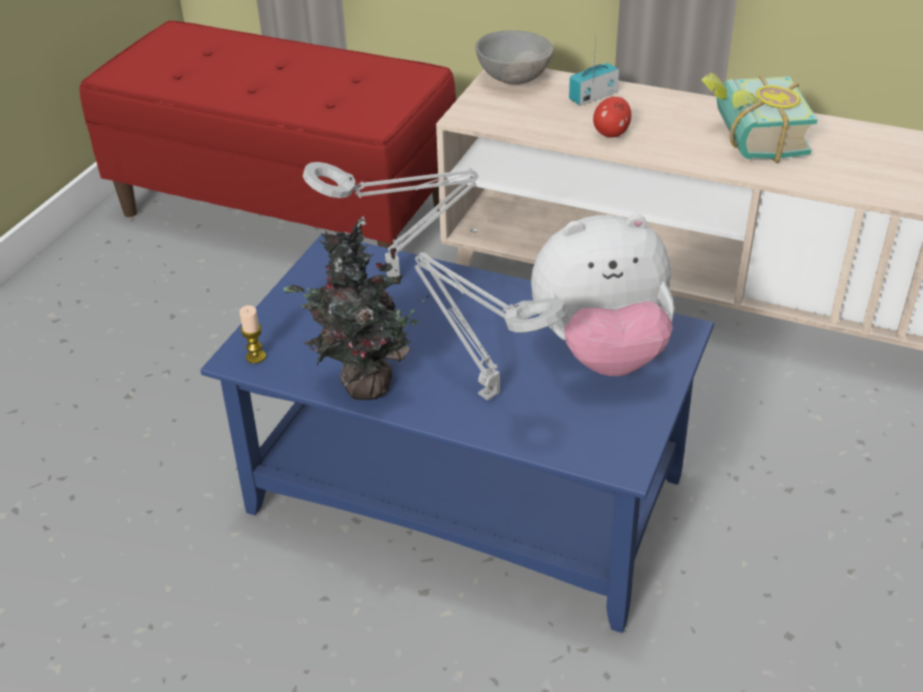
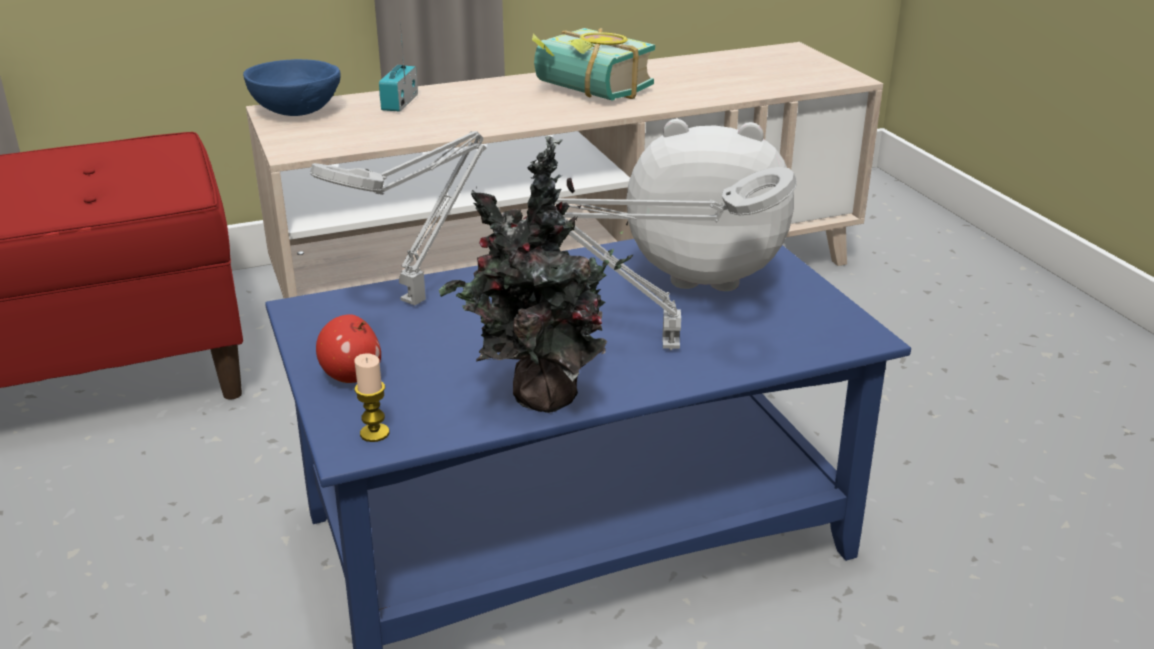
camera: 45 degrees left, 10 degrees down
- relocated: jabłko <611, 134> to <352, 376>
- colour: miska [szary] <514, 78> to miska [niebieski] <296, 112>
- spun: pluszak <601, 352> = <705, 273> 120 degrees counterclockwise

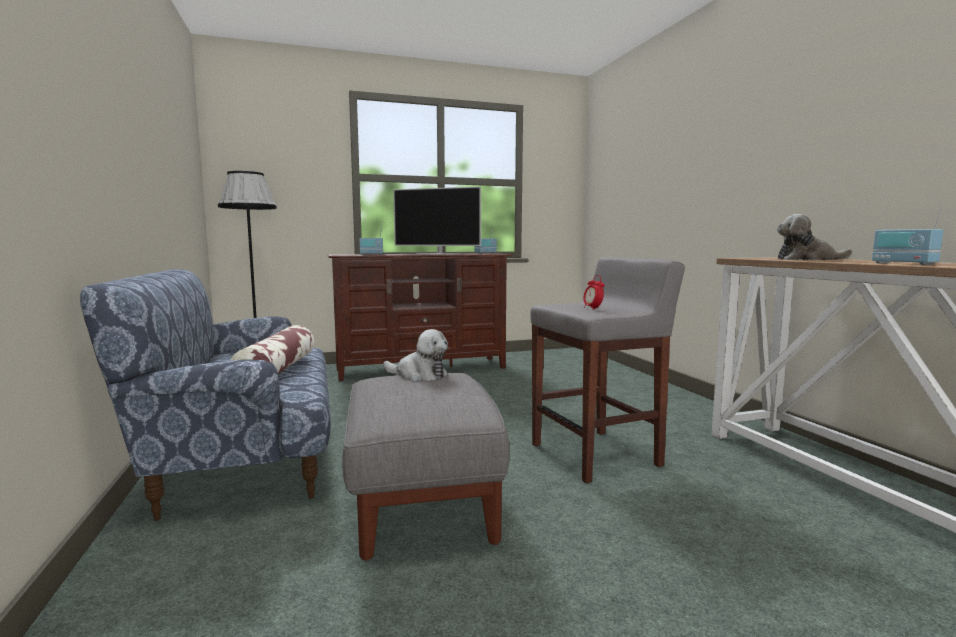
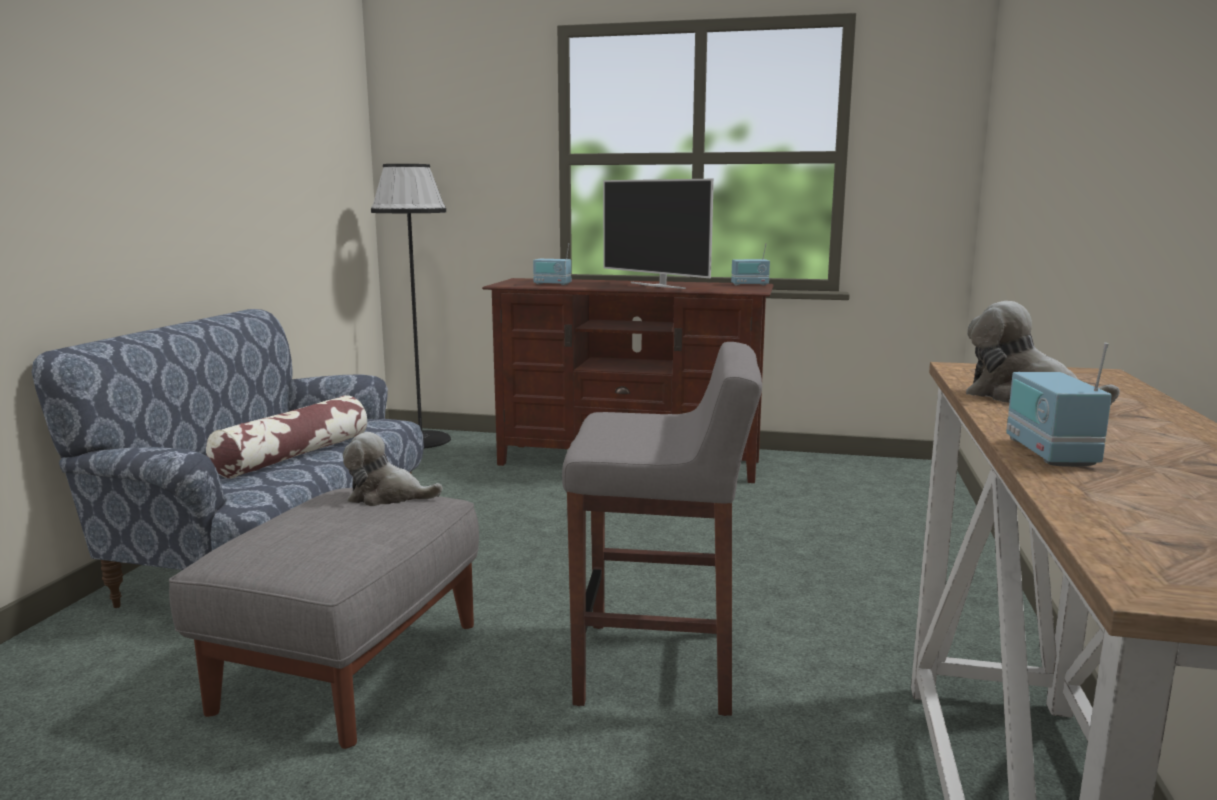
camera: 30 degrees right, 5 degrees up
- missing: budzik <593, 309>
- spun: pluszak <419, 375> = <387, 497> 135 degrees clockwise

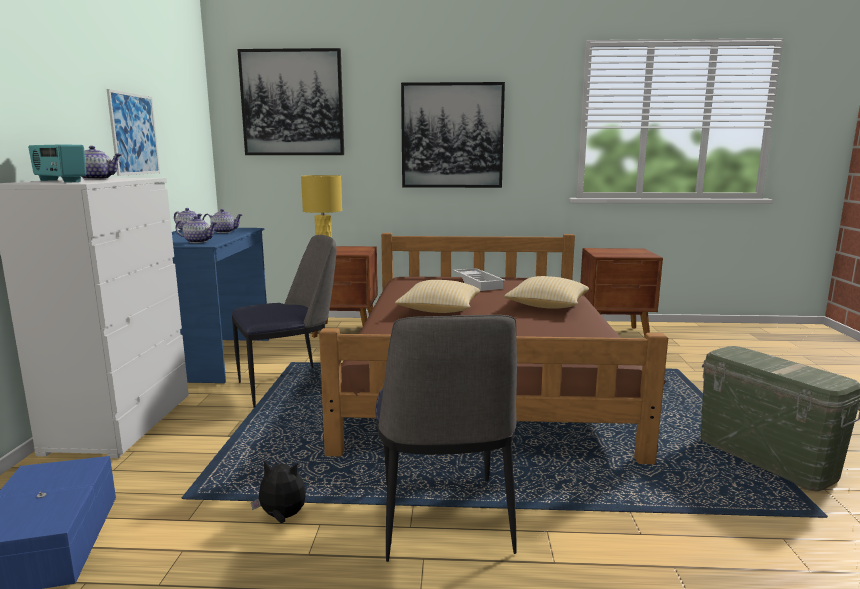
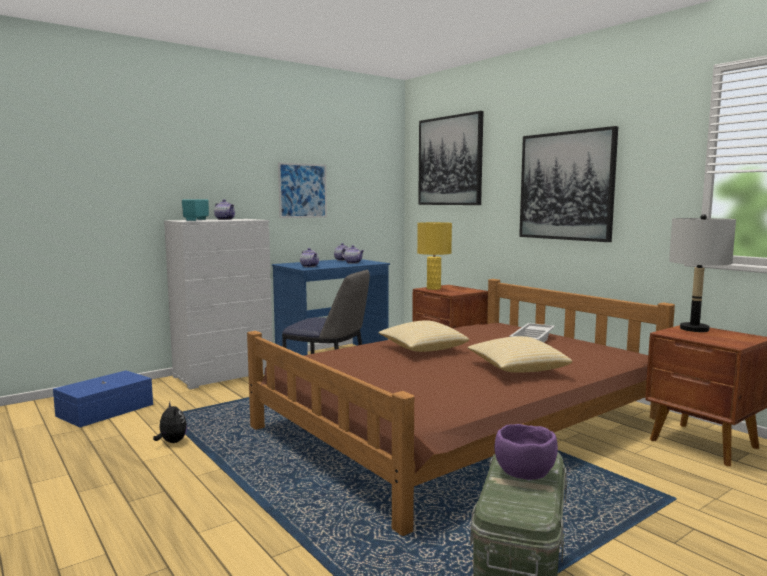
camera: 50 degrees right, 5 degrees down
- missing: krzesło <444, 521>
- appeared: miska [fioletowy] <525, 475>
- appeared: lampa stołowa [szary] <694, 329>

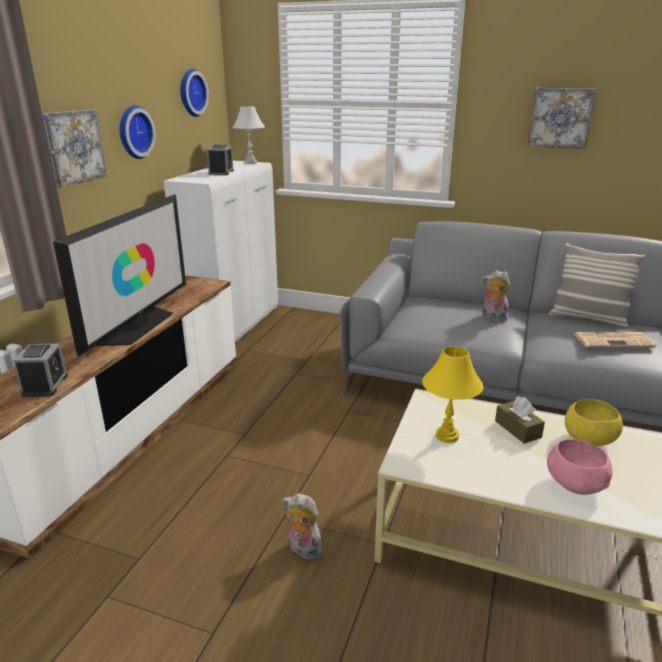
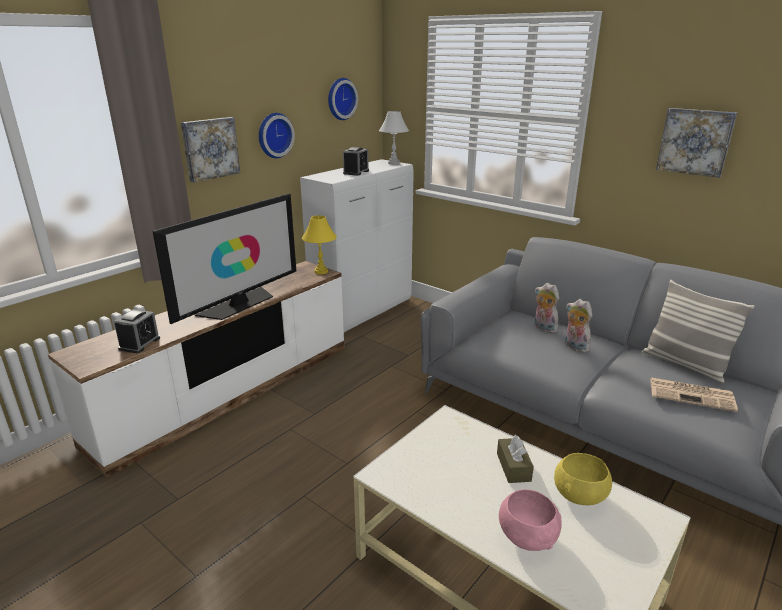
camera: 20 degrees right, 0 degrees up
- relocated: pluszak <302, 550> to <543, 328>
- relocated: lampa stołowa [żółty] <446, 436> to <321, 271>

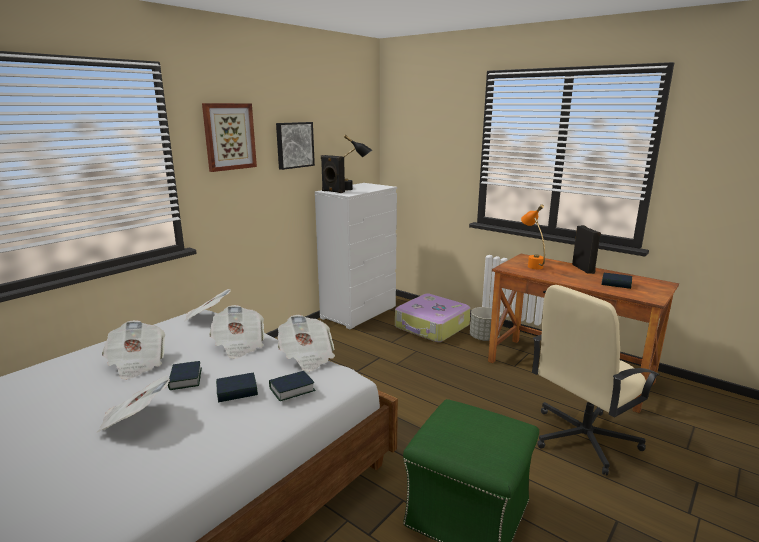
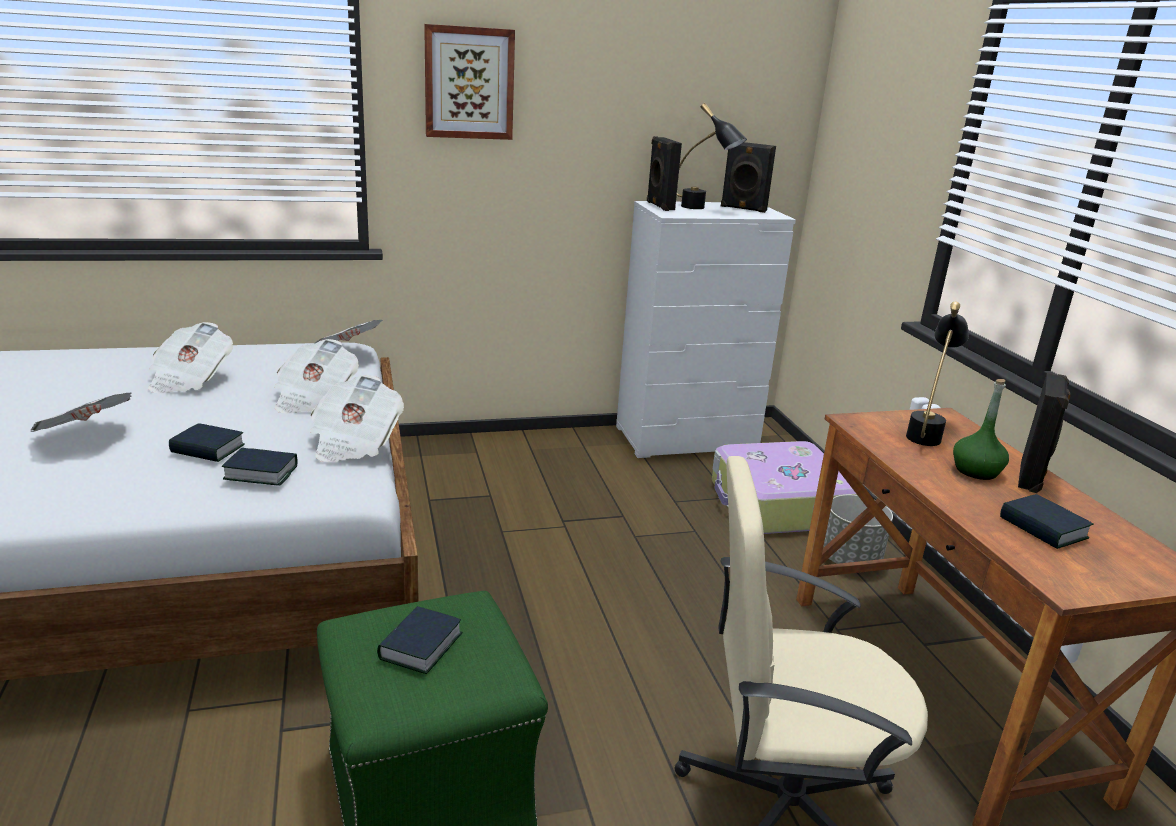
camera: 35 degrees right, 5 degrees up
- missing: obraz <294, 145>
- appeared: głośnik [czarny] <743, 209>
- appeared: butelka [zielony] <976, 471>
- relocated: książka <185, 379> to <420, 646>
- colour: lampa stołowa [pomarańczowy] <532, 264> to lampa stołowa [czarny] <925, 432>

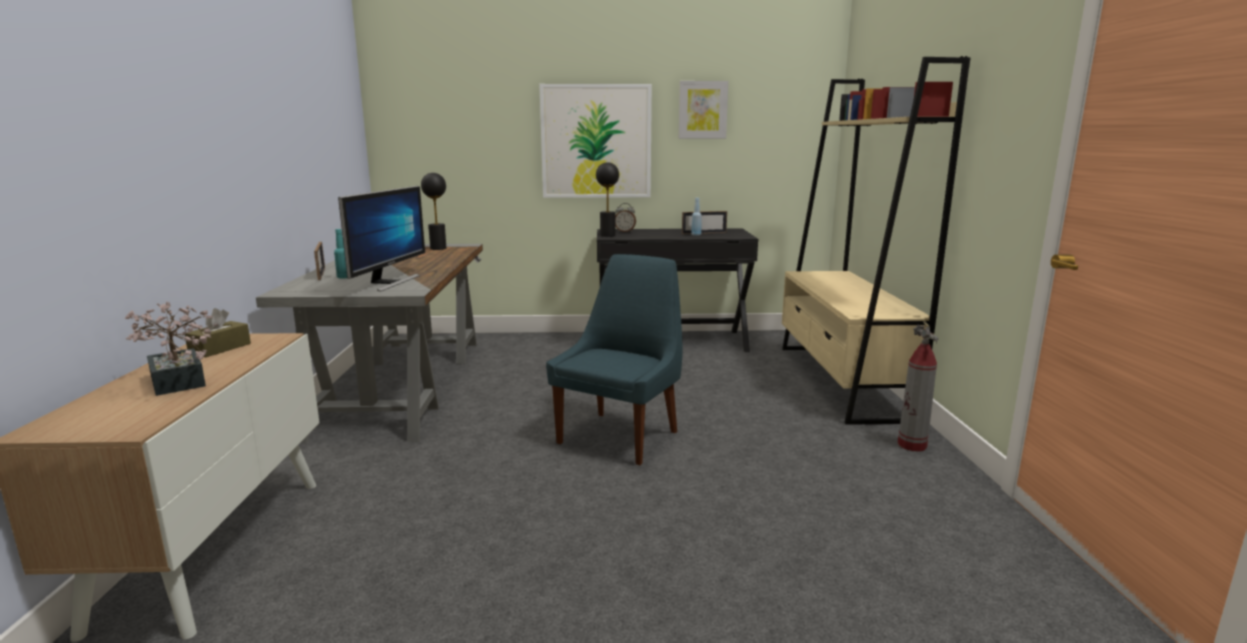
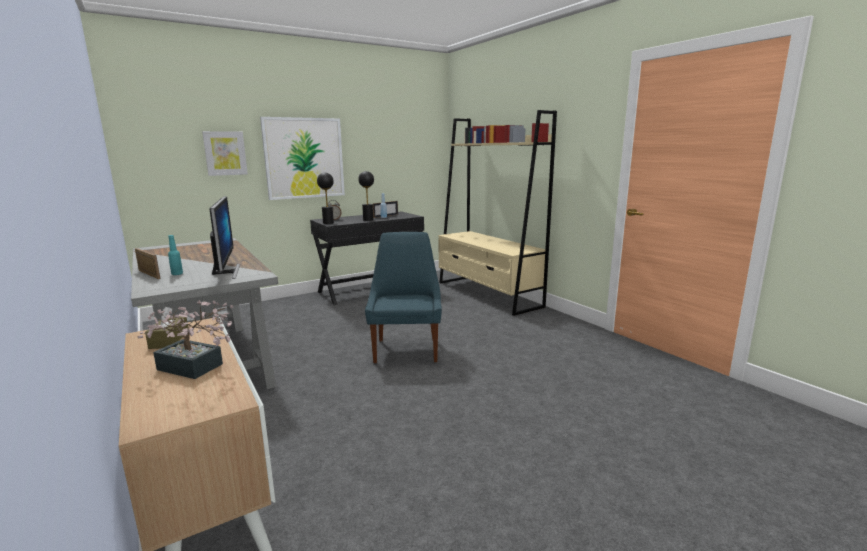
camera: 30 degrees left, 0 degrees up
- missing: gaśnica <912, 445>
- relocated: lampa stołowa [czarny] <438, 248> to <368, 220>
- relocated: obraz <702, 110> to <225, 153>

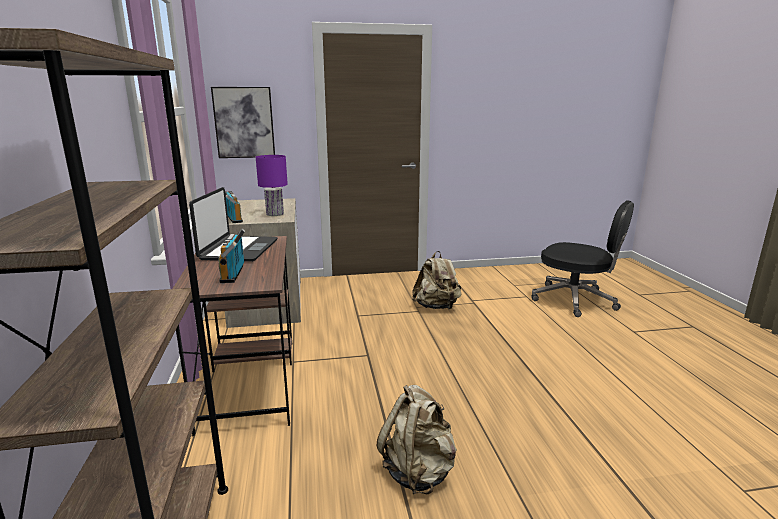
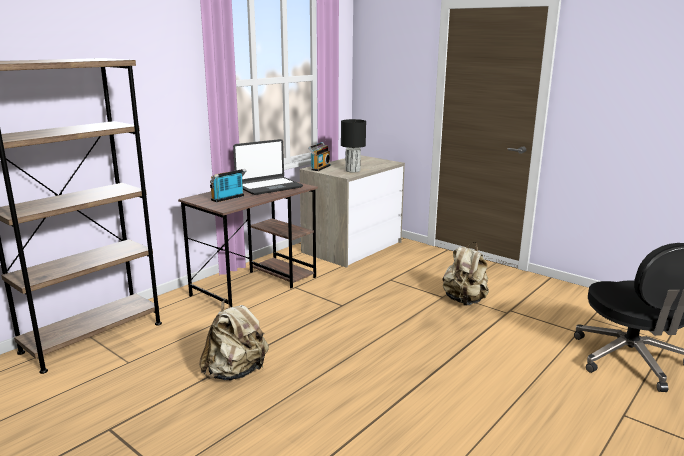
camera: 50 degrees right, 0 degrees up
- missing: obraz <244, 122>
- colour: lampa stołowa [fioletowy] <274, 214> to lampa stołowa [czarny] <352, 170>

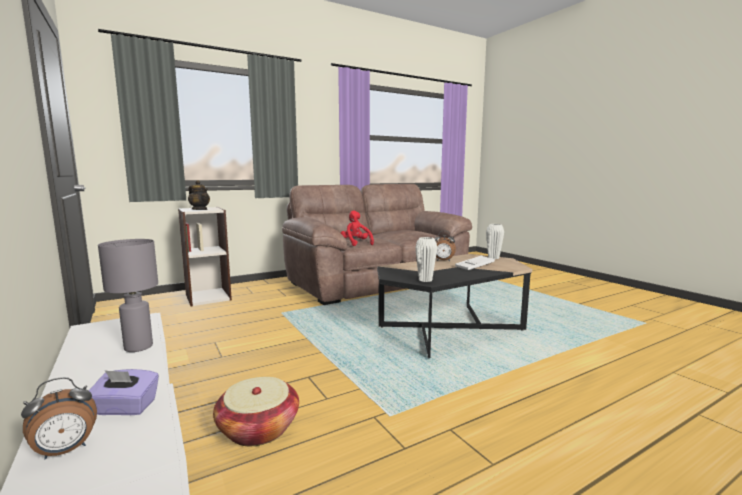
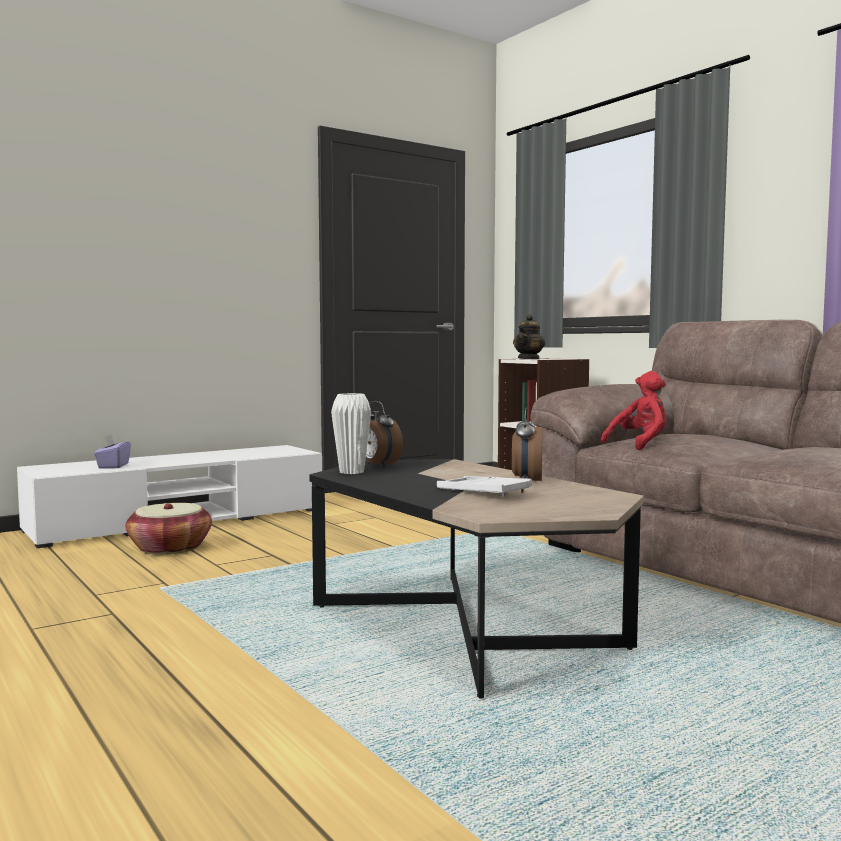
camera: 85 degrees right, 5 degrees down
- missing: lampa stołowa [szary] <137, 347>
- missing: wazon [biały] <493, 258>
- relocated: budzik <65, 451> to <377, 466>

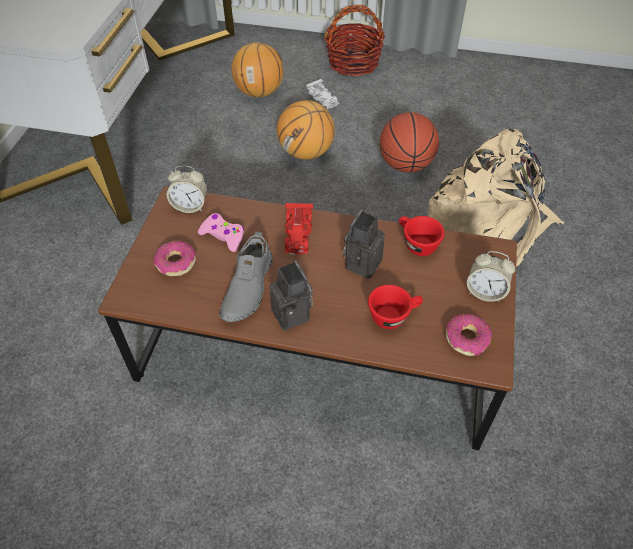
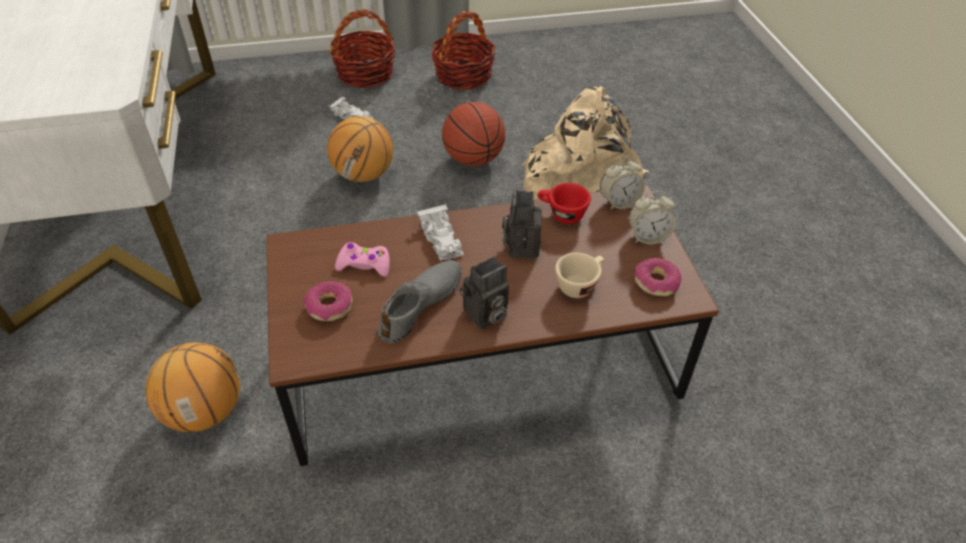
camera: 25 degrees left, 5 degrees down
- appeared: koszyk <463, 75>
- relocated: budzik <190, 206> to <619, 202>
- relocated: piłka do koszykówki <259, 92> to <205, 411>
- colour: samochodzik [czerwony] <298, 234> to samochodzik [biały] <441, 239>
- colour: filiżanka [czerwony] <393, 315> to filiżanka [beżowy] <579, 284>
- spun: but [szary] <247, 287> = <421, 305> 135 degrees counterclockwise
- spun: aparat fotograficzny <294, 315> = <484, 316> 105 degrees clockwise

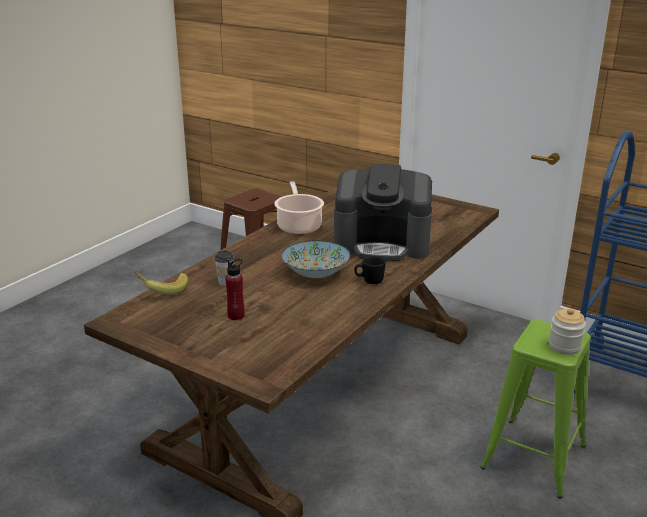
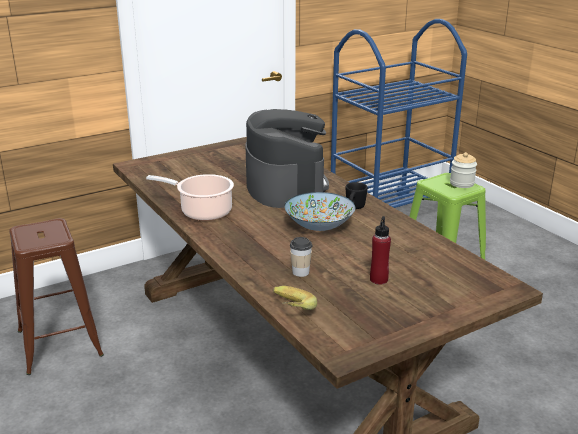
camera: 65 degrees left, 0 degrees up
- spun: ekspres do kawy <382, 244> = <285, 186> 45 degrees counterclockwise

